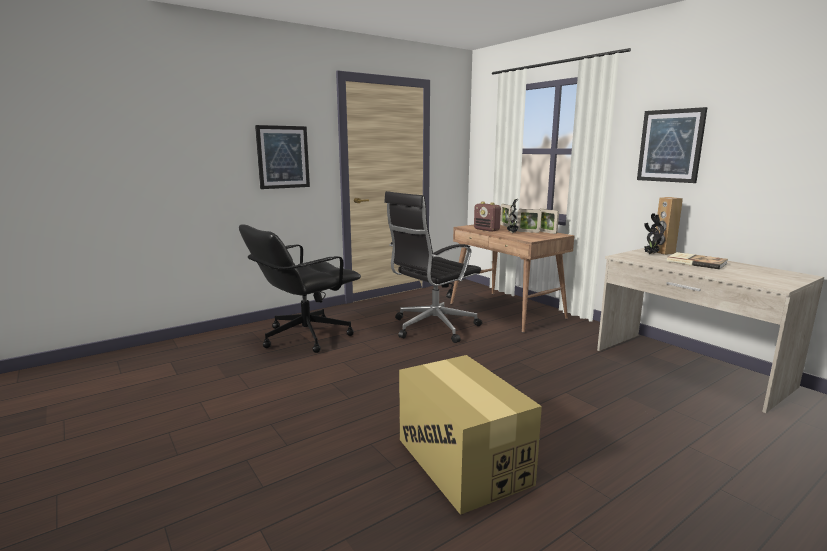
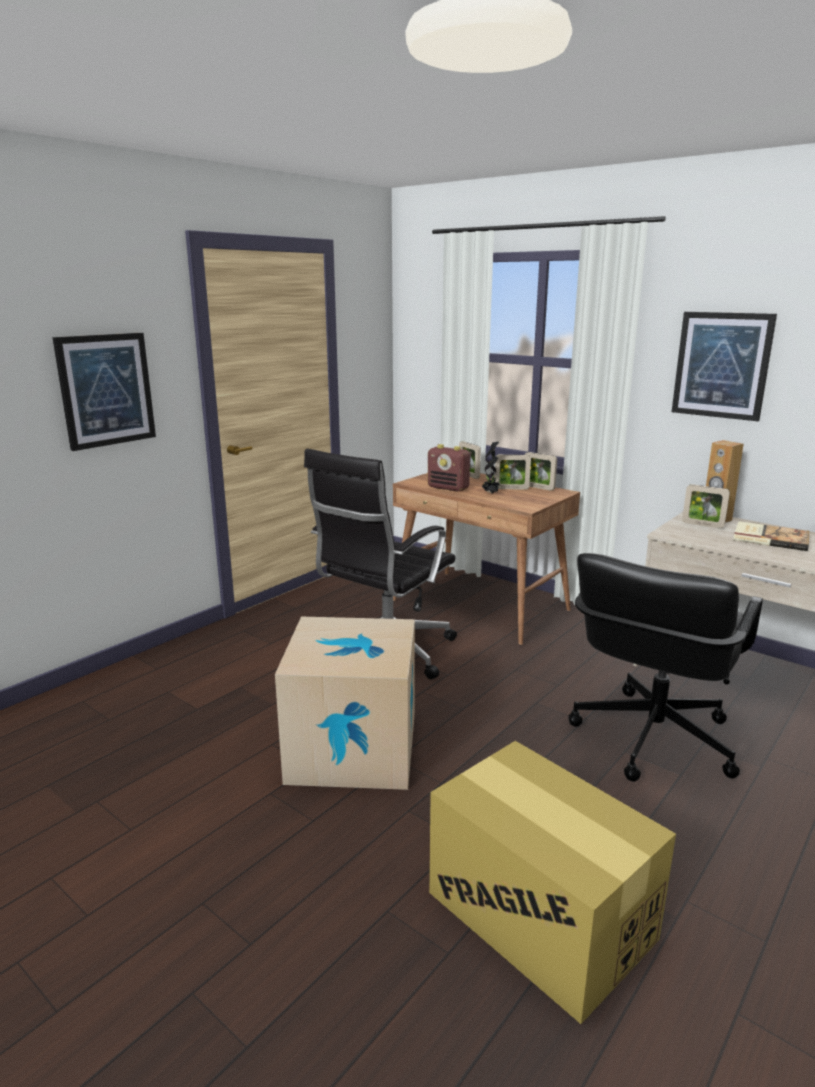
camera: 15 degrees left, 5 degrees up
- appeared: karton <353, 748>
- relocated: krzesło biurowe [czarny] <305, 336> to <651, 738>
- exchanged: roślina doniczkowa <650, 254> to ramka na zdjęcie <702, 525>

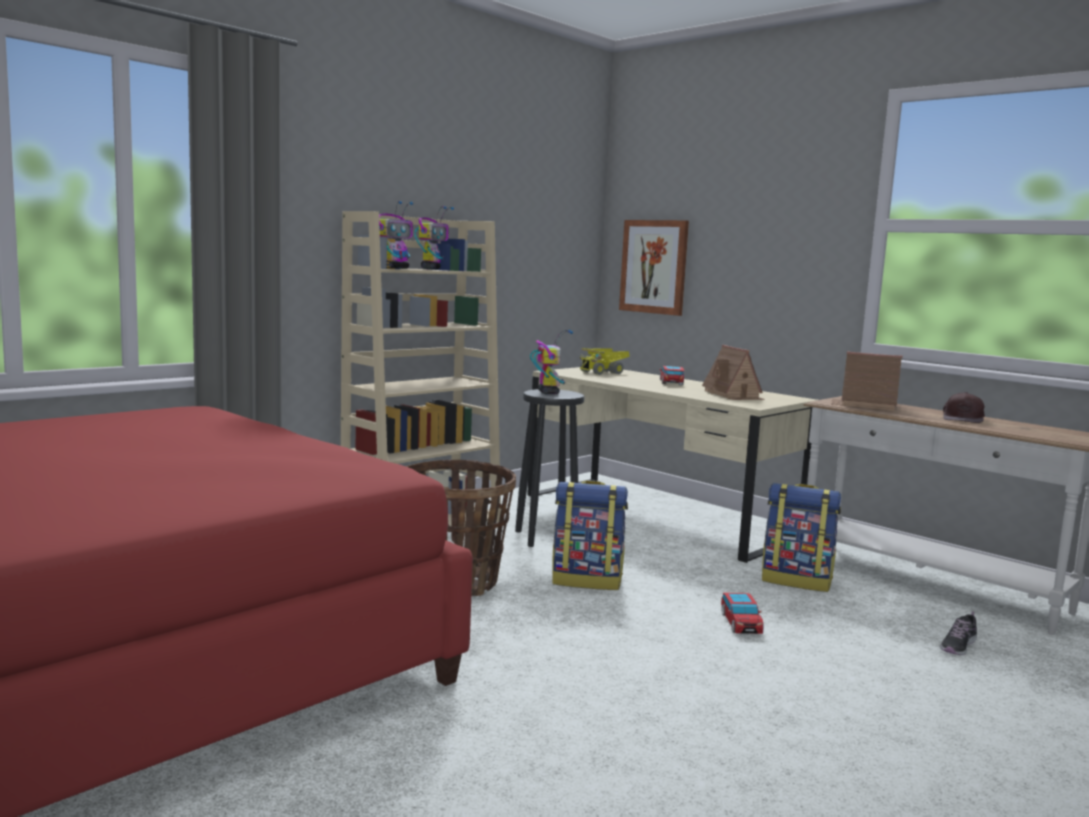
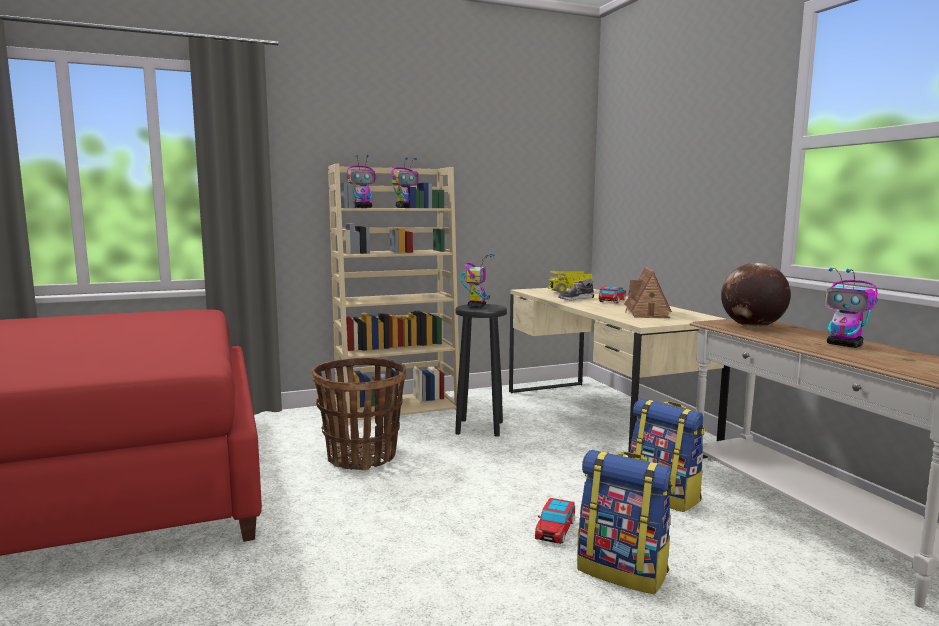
camera: 25 degrees right, 0 degrees up
- missing: obraz <654, 267>
- relocated: plecak <587, 580> to <623, 571>
- relocated: but <958, 646> to <575, 299>
- exchanged: domek <864, 405> to globus <752, 326>
- exchanged: czapka z daszkiem [brązowy] <963, 419> to robot zabawkowy <845, 345>

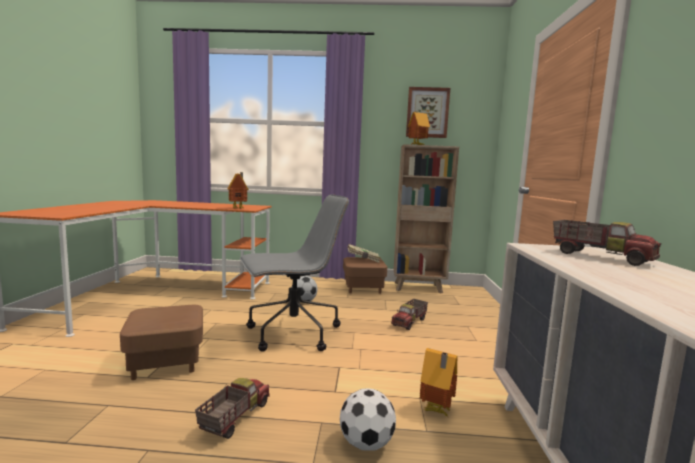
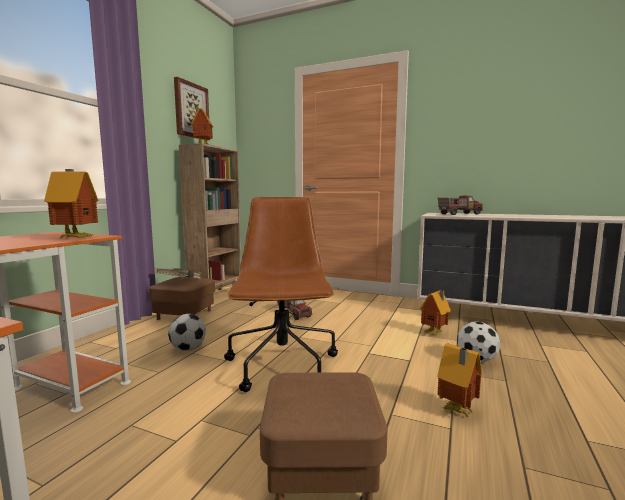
camera: 70 degrees left, 0 degrees up
- exchanged: ciężarówka zabawkowa <234, 418> to domek <457, 411>
- colour: krzesło biurowe [szary] <292, 333> to krzesło biurowe [brązowy] <282, 366>

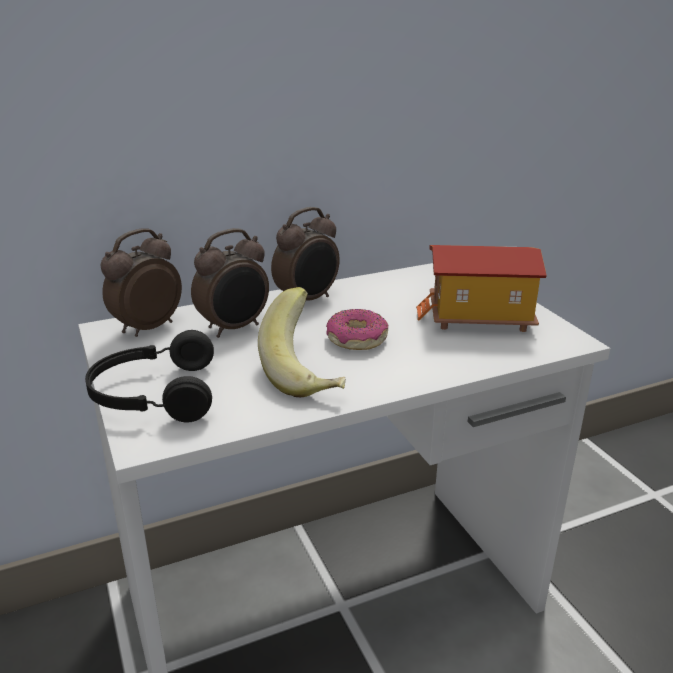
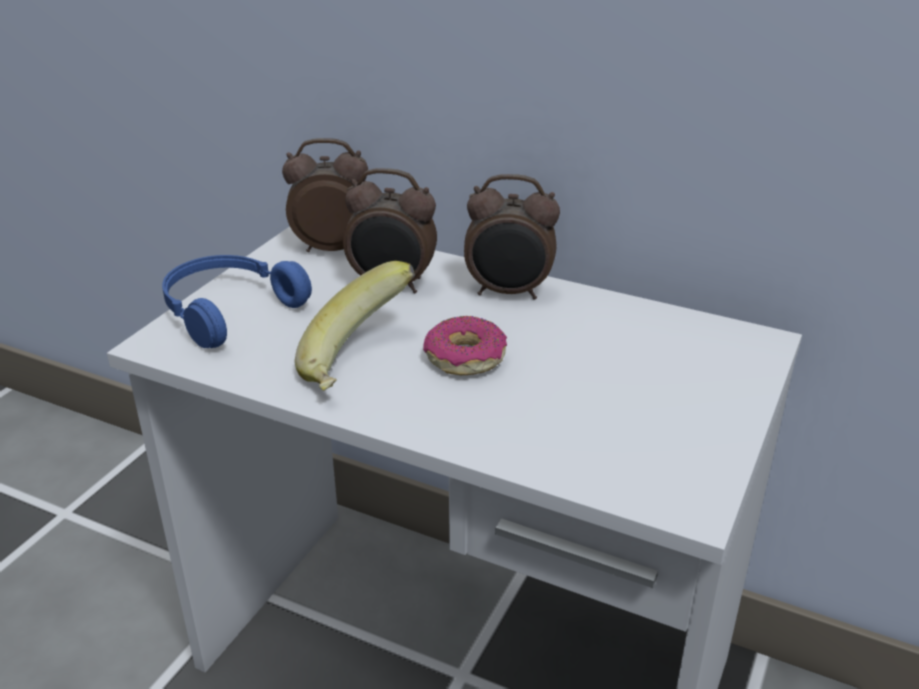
camera: 50 degrees right, 5 degrees up
- missing: domek <478, 318>
- colour: słuchawki [czarny] <153, 395> to słuchawki [niebieski] <227, 310>

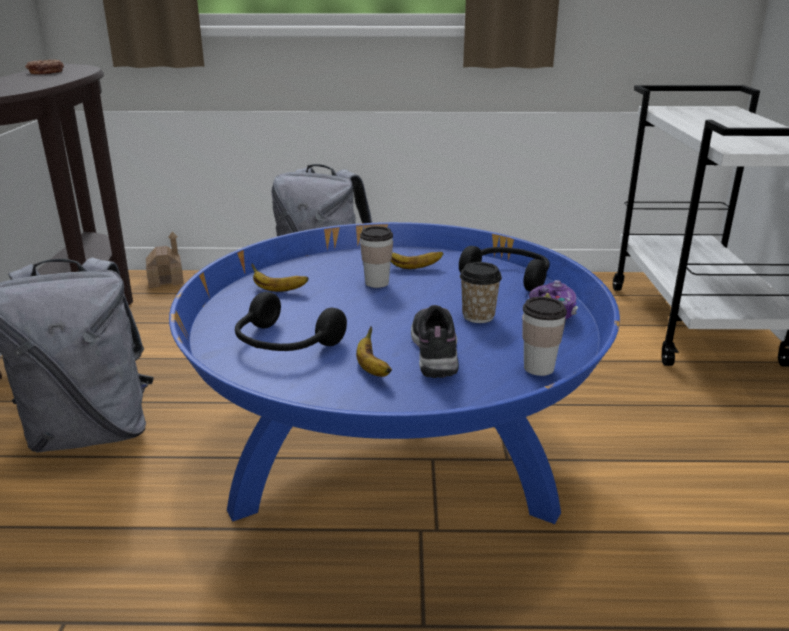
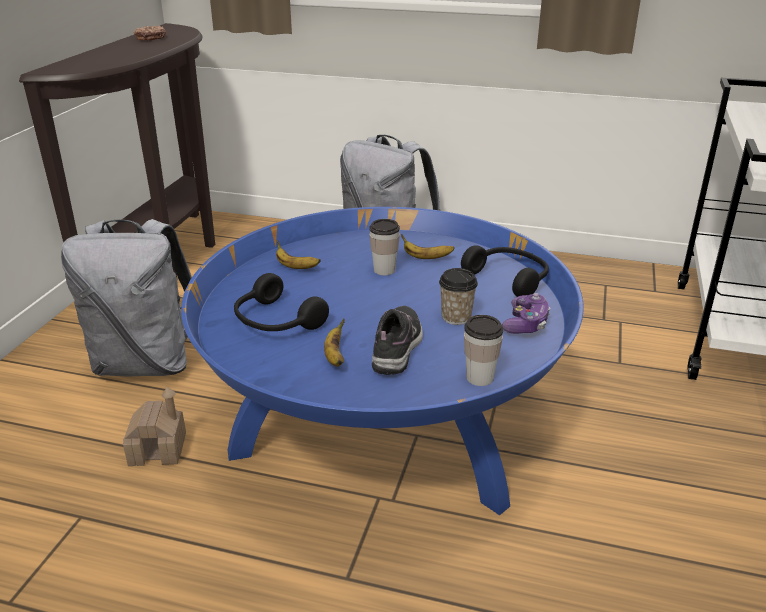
camera: 15 degrees right, 5 degrees up
- relocated: domek <166, 280> to <158, 449>

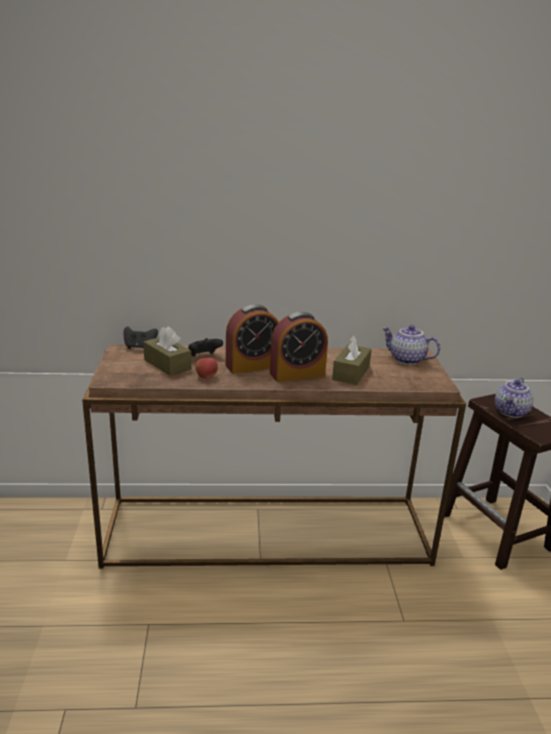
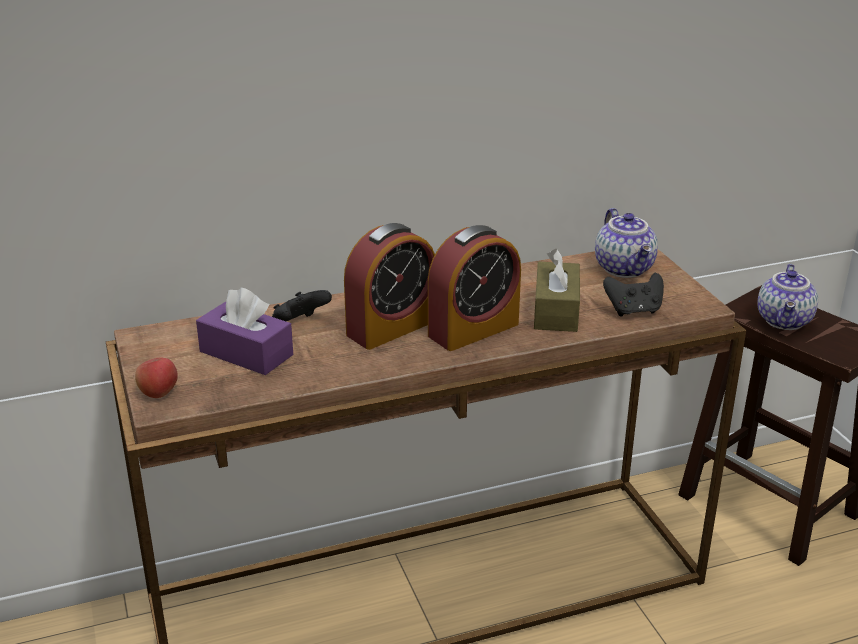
camera: 15 degrees left, 5 degrees up
- relocated: pad do gier [czarny] <140, 347> to <633, 310>
- relocated: jabłko <206, 376> to <159, 393>
- colour: pudełko chusteczek [brązowy] <167, 364> to pudełko chusteczek [fioletowy] <246, 353>
- spun: imbryk <406, 360> = <625, 269> 120 degrees counterclockwise

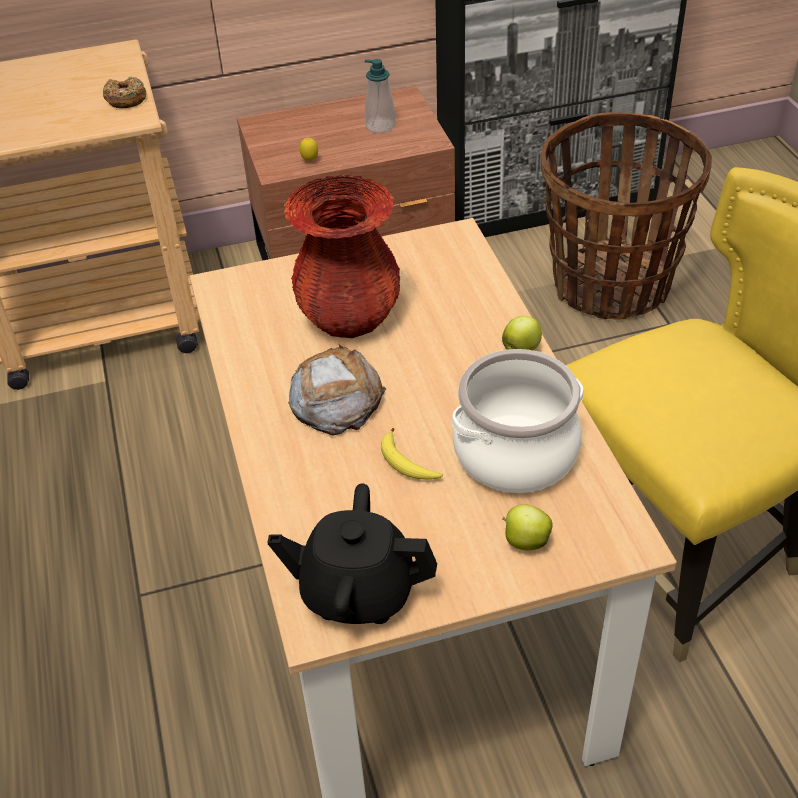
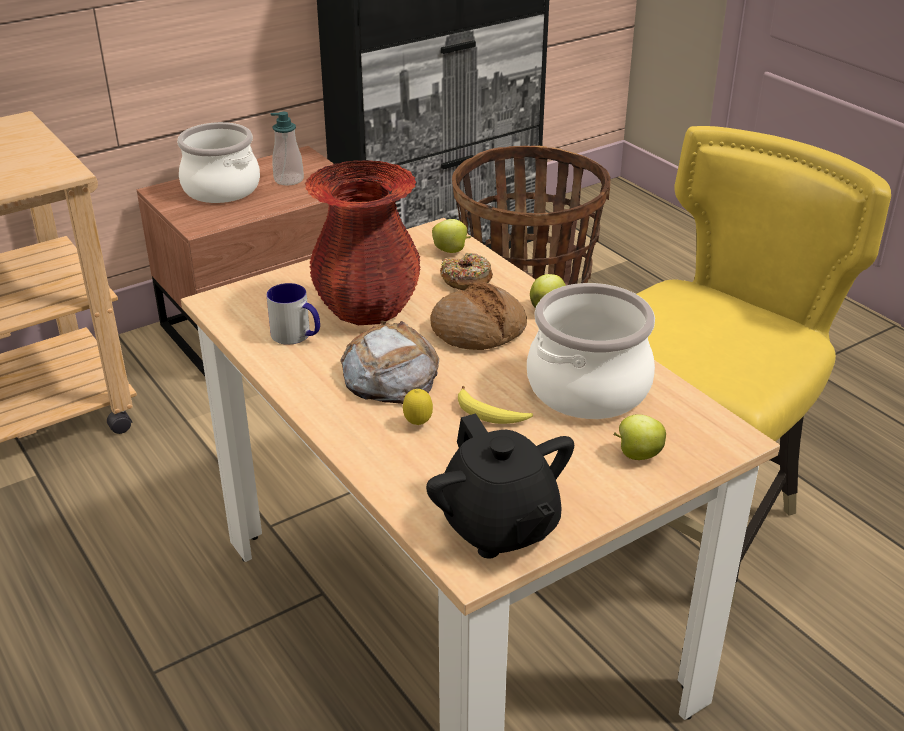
camera: 20 degrees left, 10 degrees down
- appeared: garnek <222, 189>
- appeared: kubek <297, 336>
- appeared: chleb <478, 330>
- appeared: jabłko <451, 251>
- relocated: donut <125, 99> to <466, 280>
- relocated: cytryna <310, 161> to <418, 424>
- spun: imbryk [czarny] <357, 592> = <499, 527> 105 degrees counterclockwise

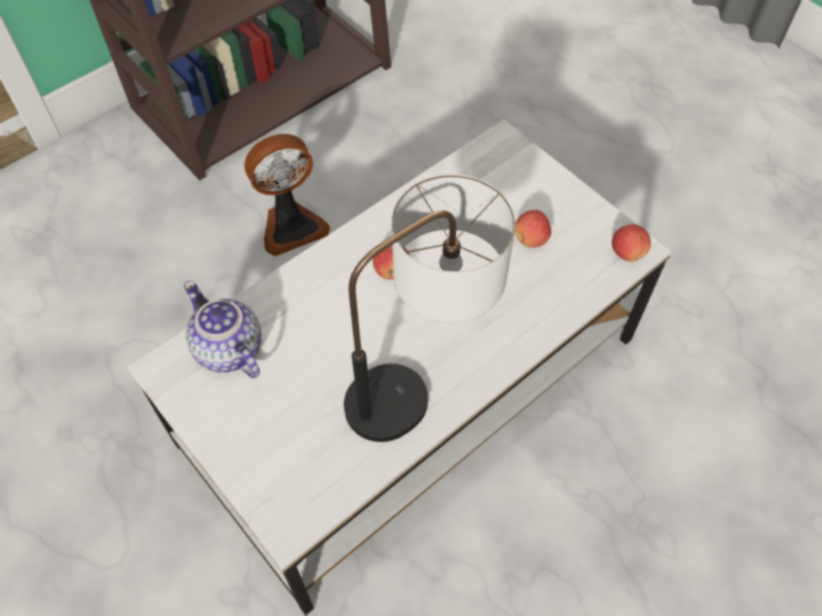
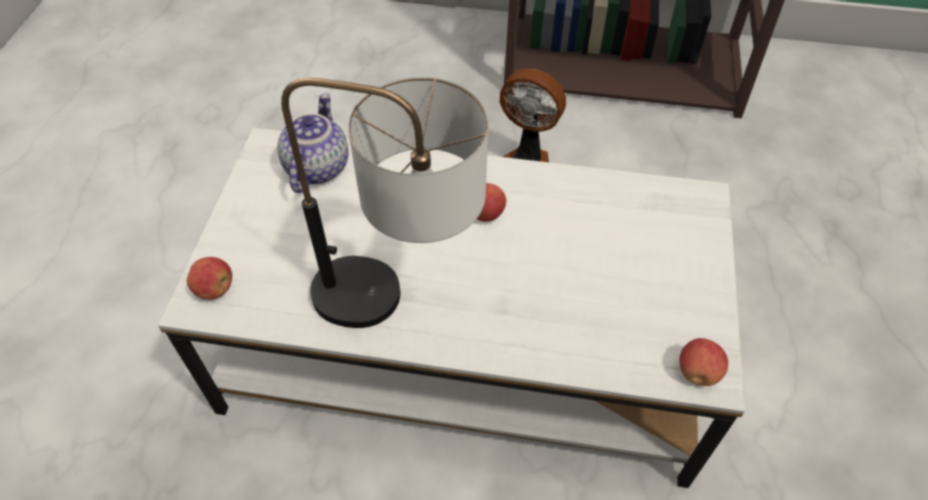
camera: 50 degrees right, 5 degrees down
- relocated: jabłko <531, 239> to <215, 289>

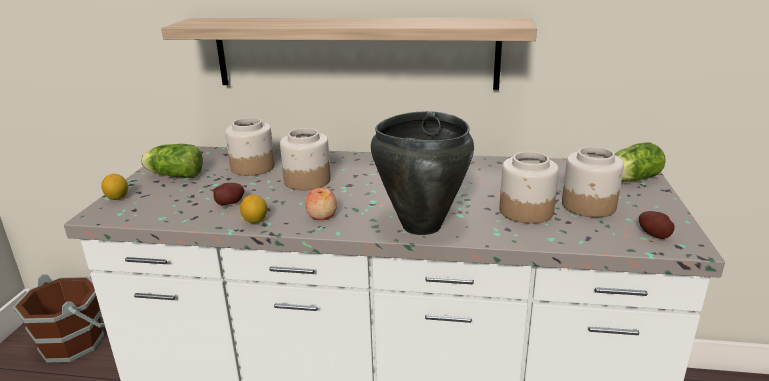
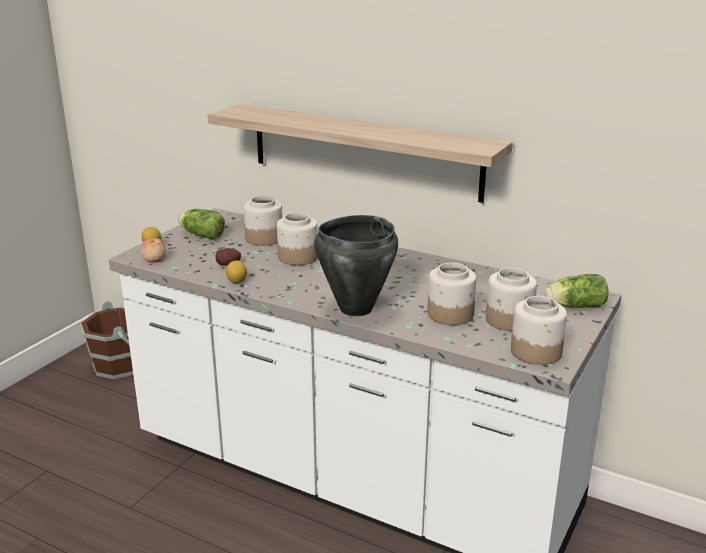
camera: 20 degrees right, 0 degrees up
- relocated: jabłko <322, 216> to <154, 259>
- exchanged: ziemniak <653, 234> to słoik <536, 352>

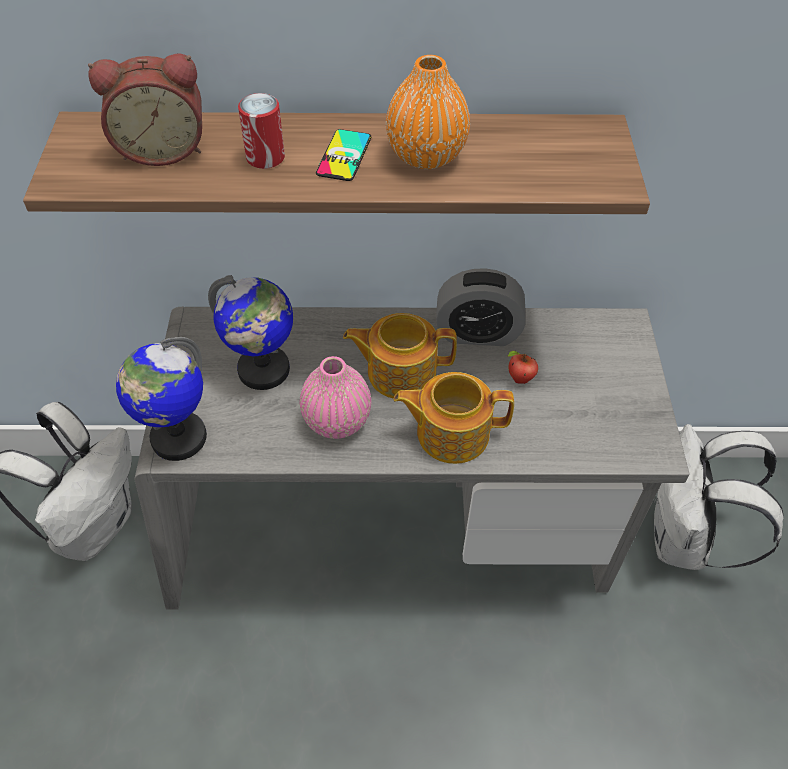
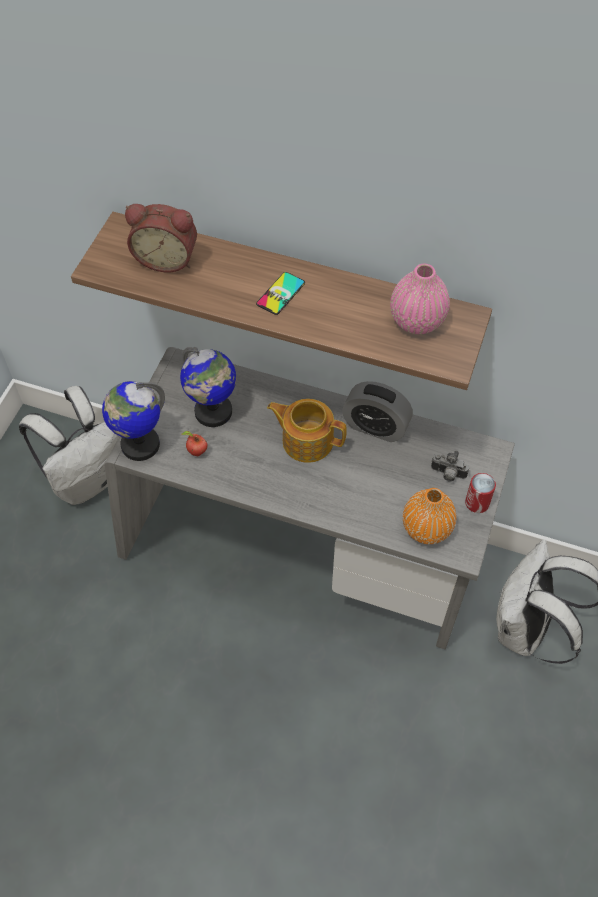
camera: 20 degrees right, 5 degrees up
- missing: imbryk <451, 432>
- appeared: aparat fotograficzny <447, 474>
- relocated: puszka <265, 157> to <477, 503>
- relocated: wazon [różowy] <337, 420> to <417, 321>
- relocated: wazon [pomarańczowy] <426, 155> to <426, 528>
- relocated: jabłko <519, 379> to <196, 452>

